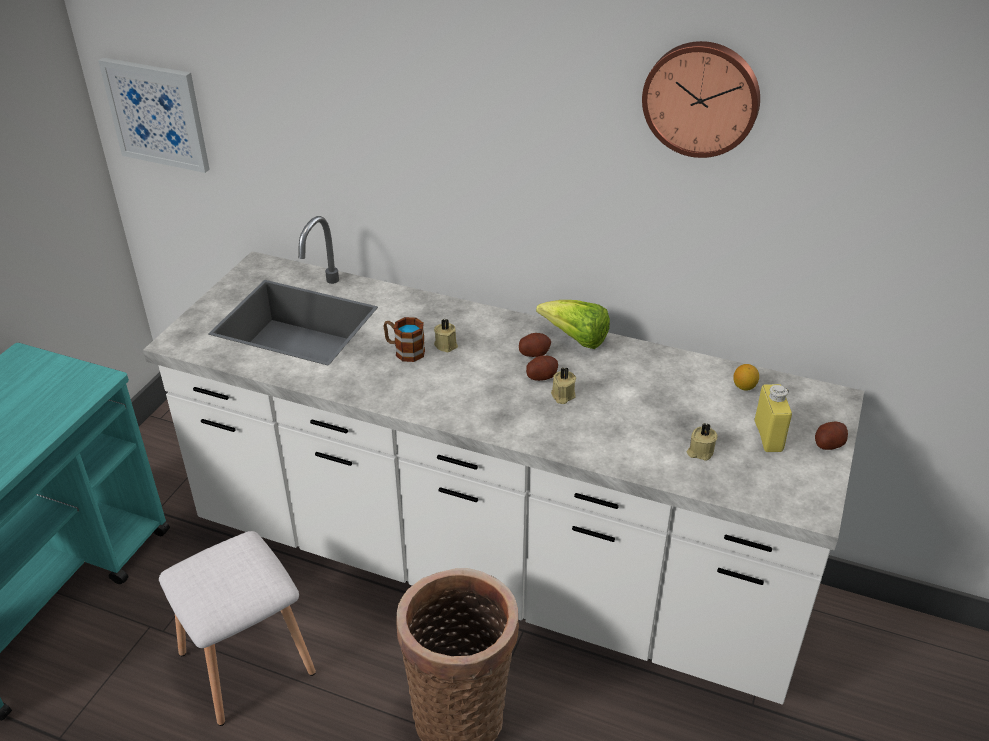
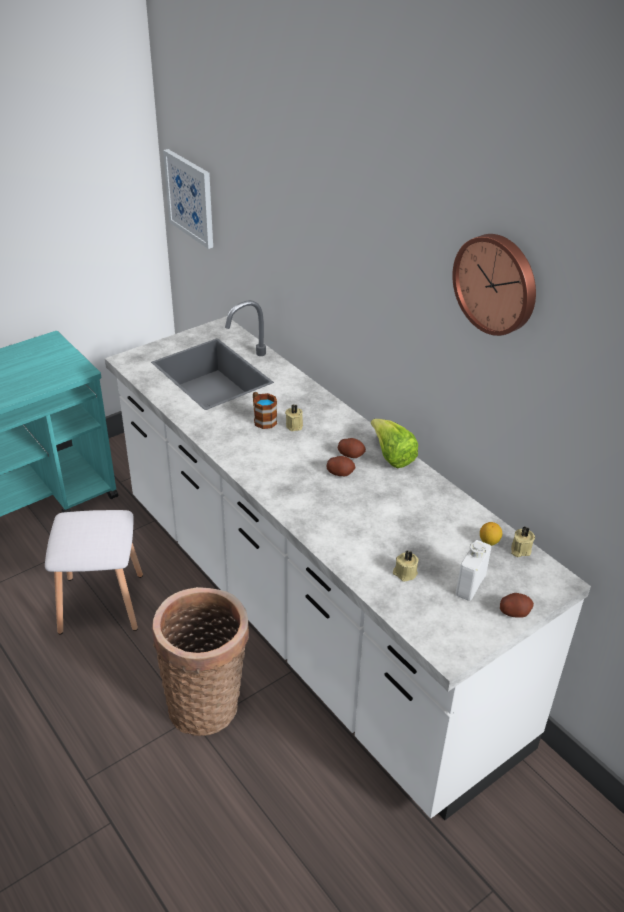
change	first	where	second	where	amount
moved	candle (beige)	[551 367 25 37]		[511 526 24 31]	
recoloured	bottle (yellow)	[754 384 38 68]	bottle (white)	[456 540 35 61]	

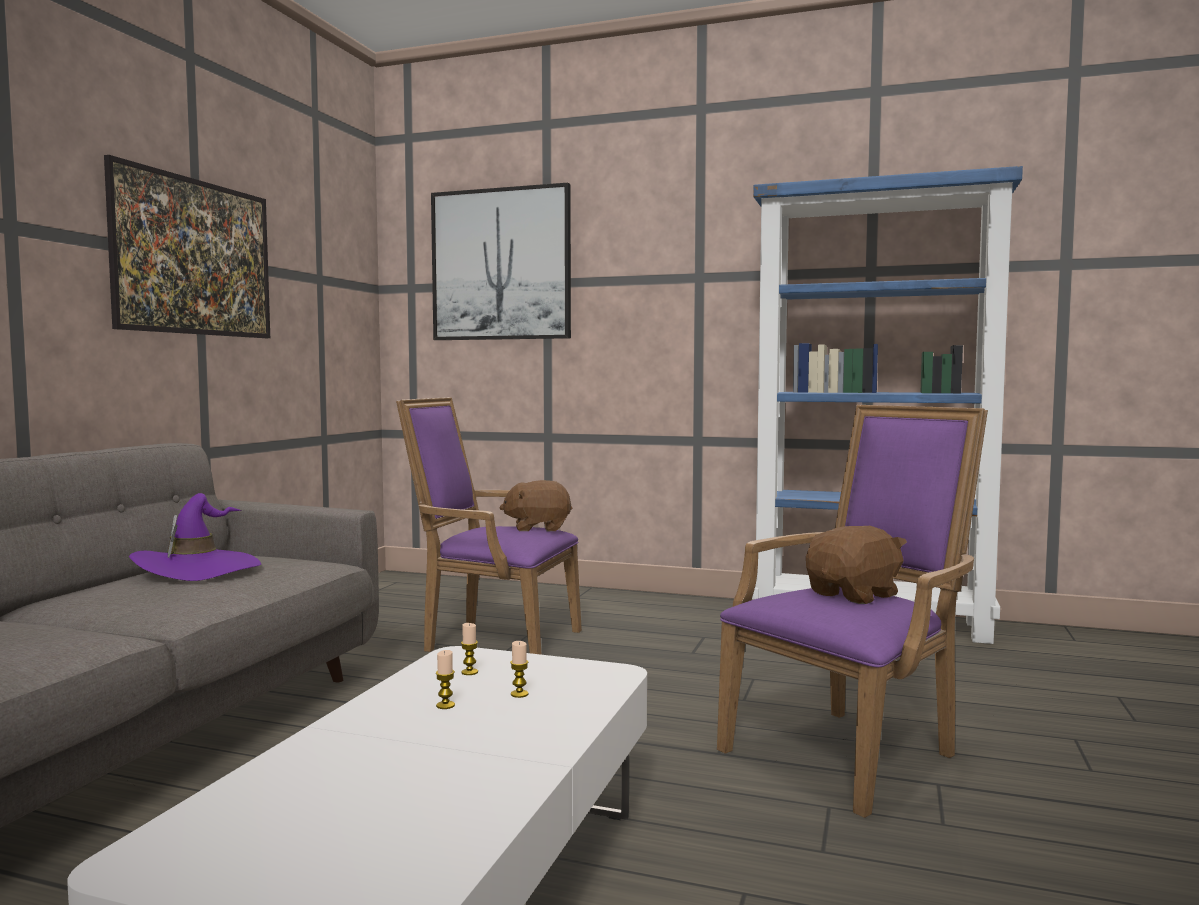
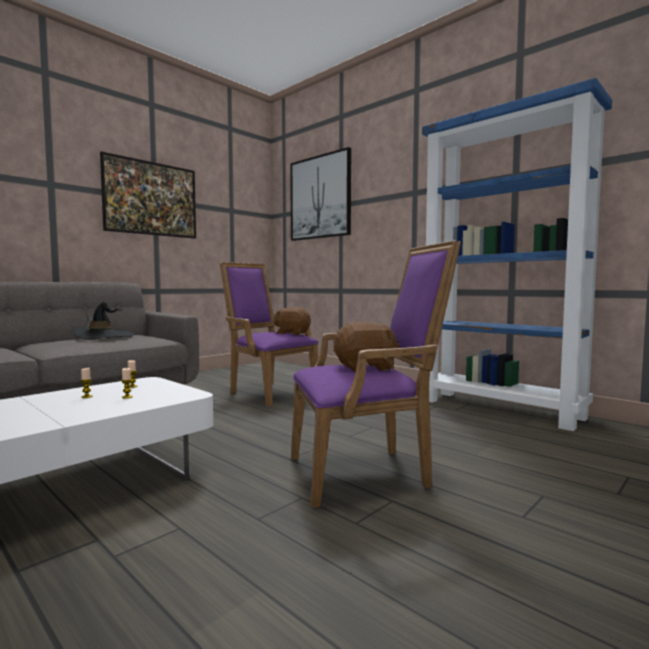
change	first	where	second	where	amount
recoloured	hat (purple)	[129 493 132 88]	hat (black)	[71 301 63 39]	

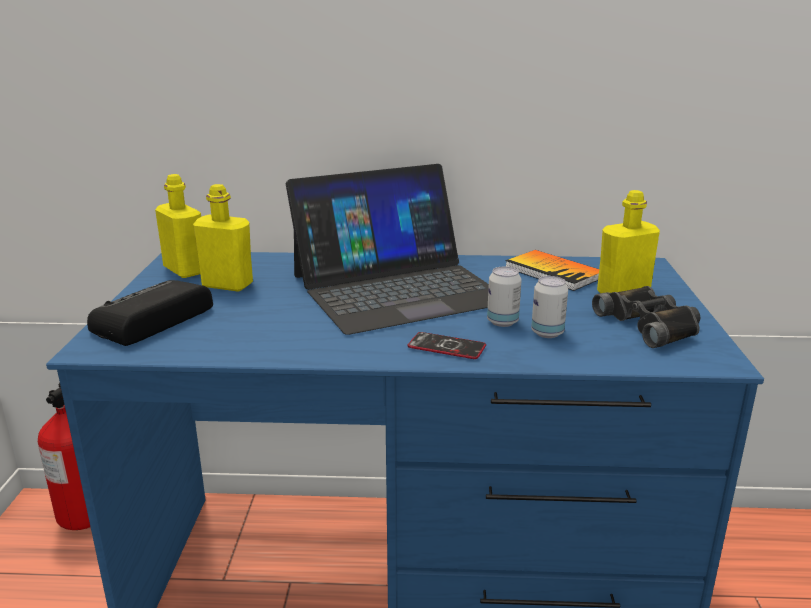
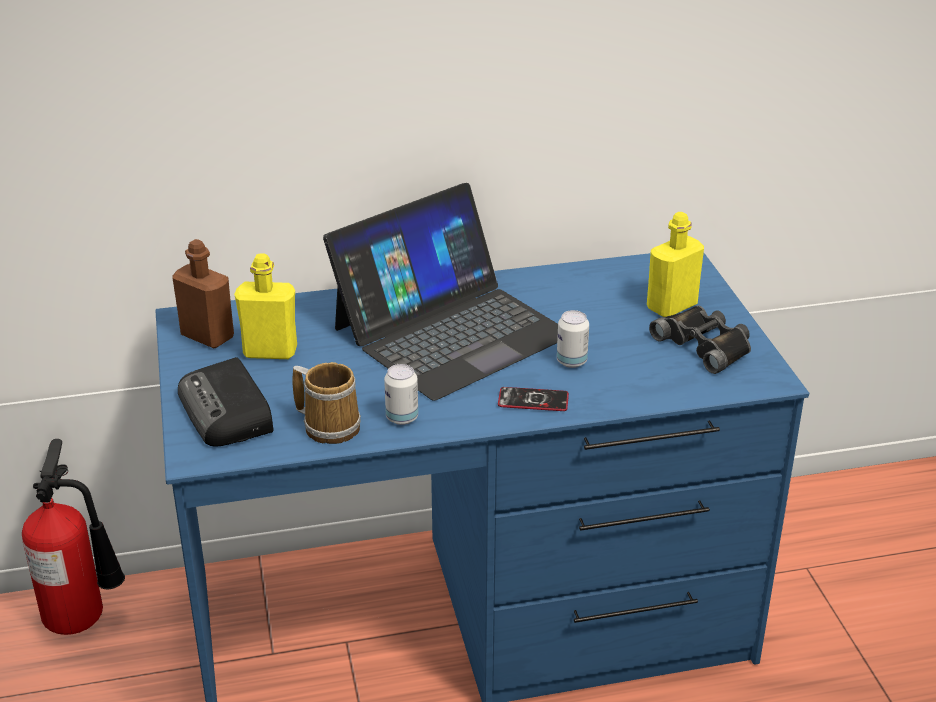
change	first	where	second	where	amount
recoloured	bottle (yellow)	[155 174 46 104]	bottle (brown)	[172 239 62 109]	
removed	book	[505 250 94 41]			
moved	can	[531 276 37 62]		[384 364 34 61]	
turned	radio	[87 280 126 66]		[178 357 95 90]	45 degrees counterclockwise
added			mug	[292 362 69 82]	

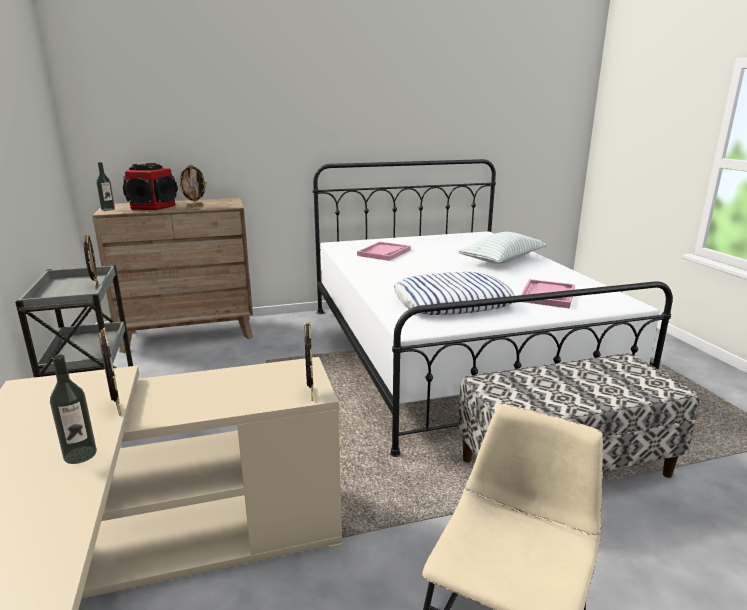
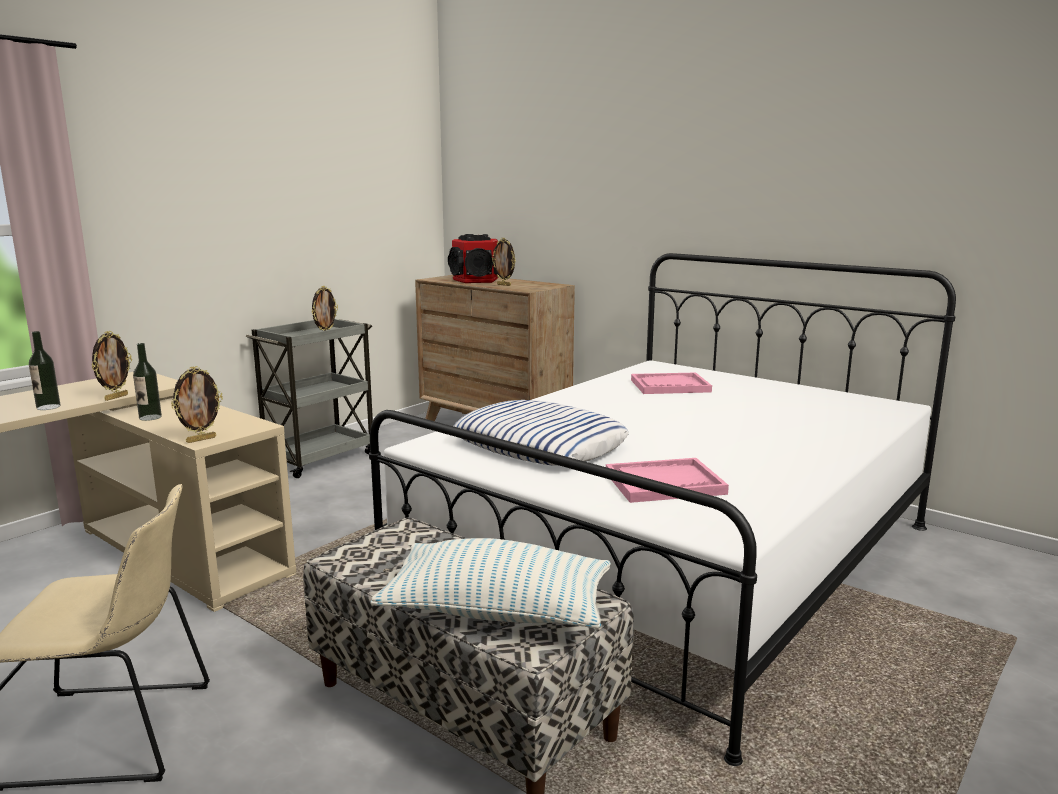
change	first	where	second	where	amount
moved	bottle	[96 162 19 49]		[133 343 29 78]	
moved	pillow	[458 232 89 32]		[371 538 240 91]	

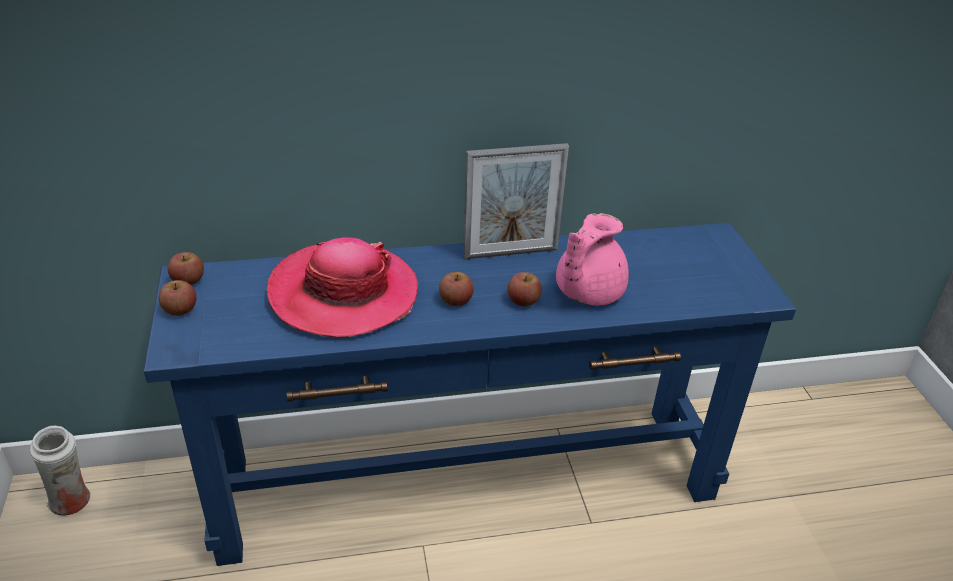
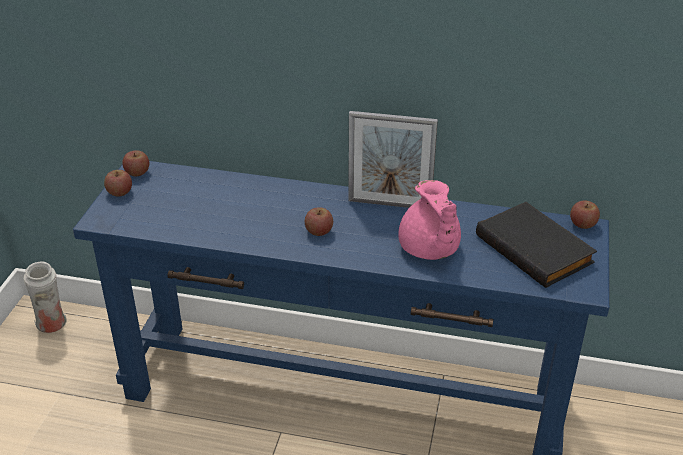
change	first	where	second	where	amount
turned	teapot (pink)	[556 213 73 93]		[398 180 63 80]	75 degrees counterclockwise
removed	hat	[267 237 151 101]			
moved	apple	[507 272 35 34]		[570 201 30 28]	
added			book (black)	[476 202 121 86]	

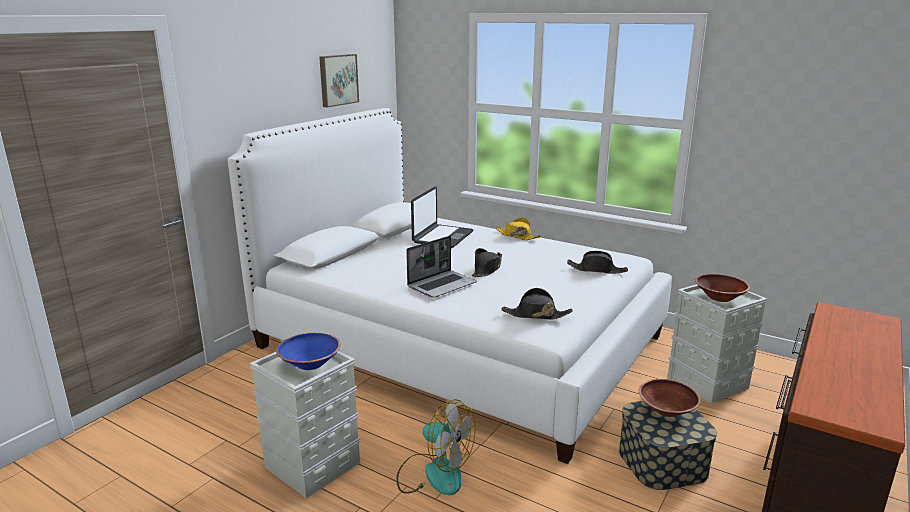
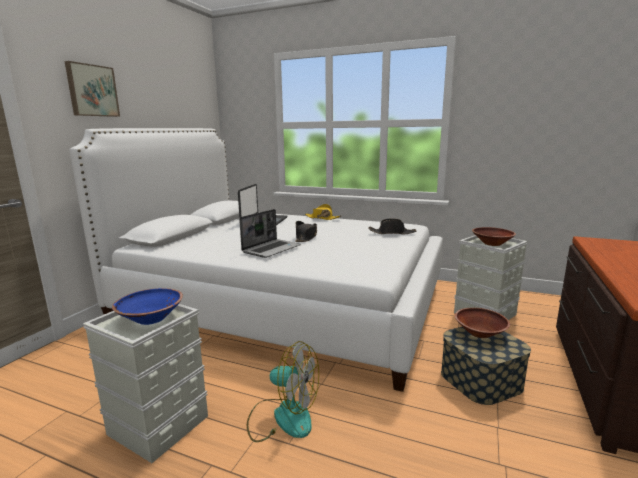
change	first	where	second	where	amount
moved	picture	[319 54 40 53]		[65 61 55 56]	
removed	hat (black)	[501 288 72 32]			

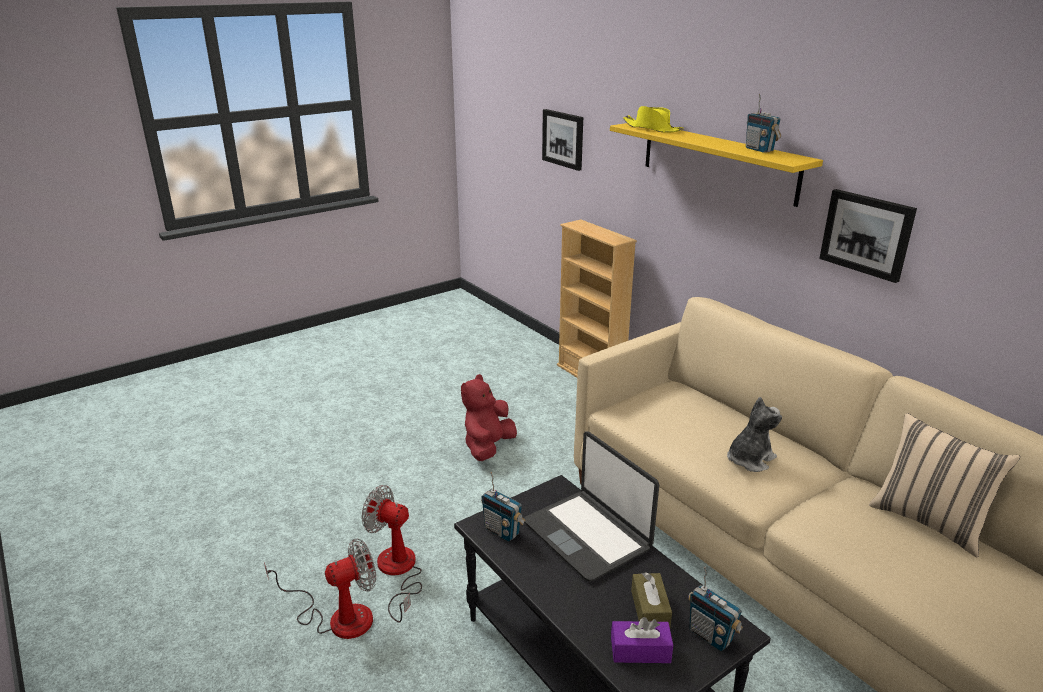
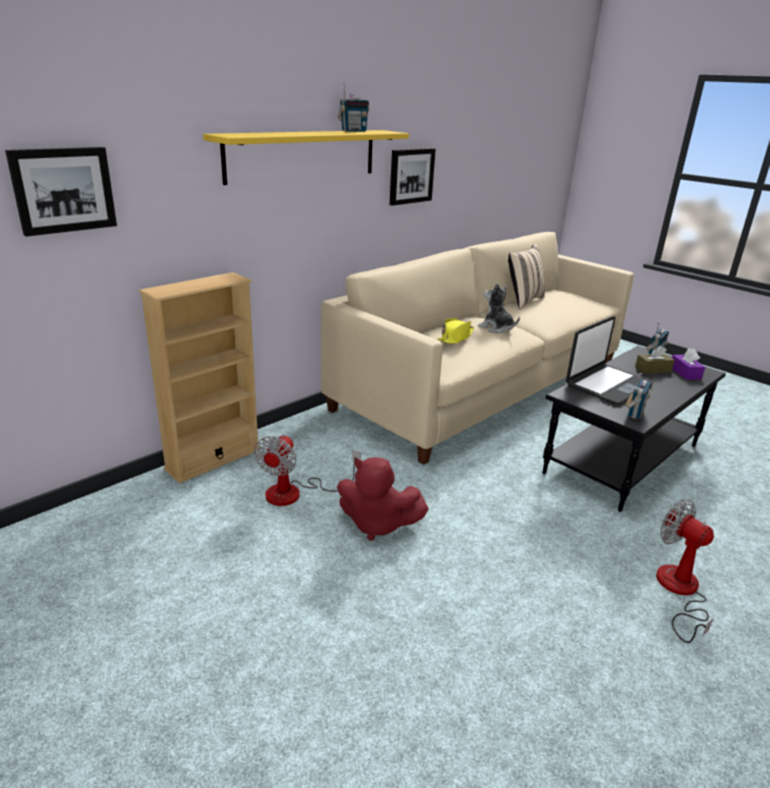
change	first	where	second	where	amount
moved	hat (yellow)	[623 106 61 27]		[437 318 37 26]	
moved	fan	[361 485 61 138]		[254 434 107 72]	

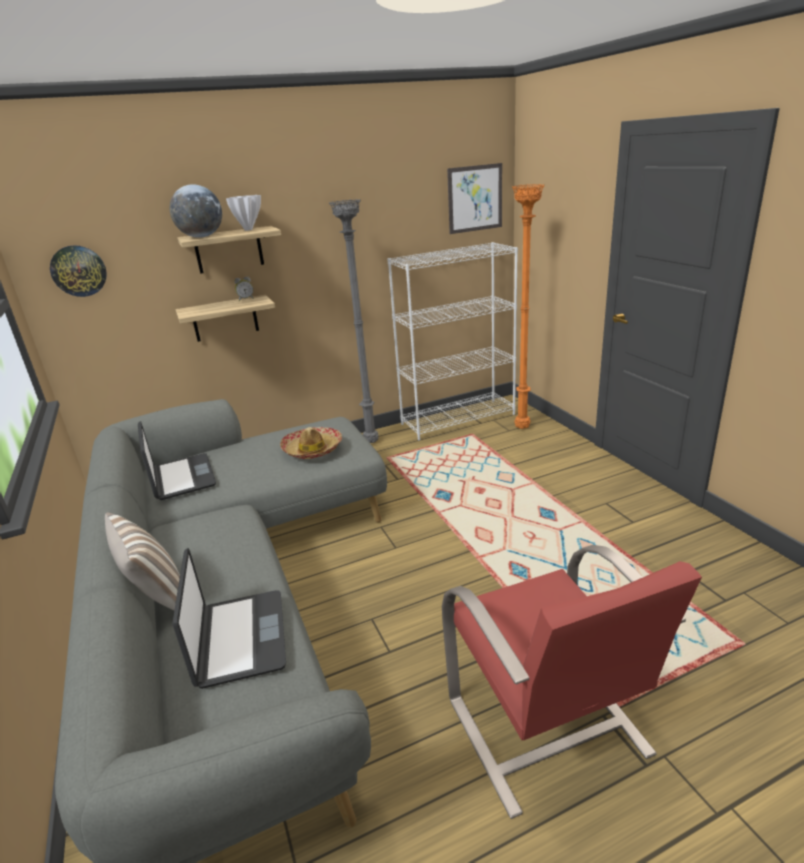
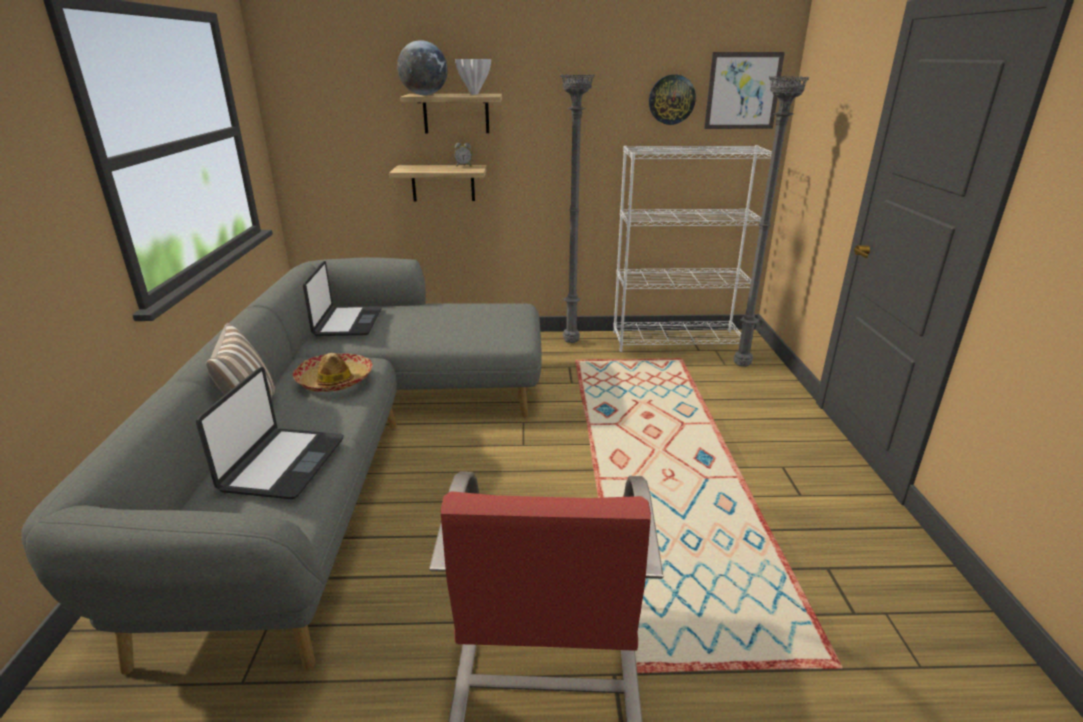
change	first	where	second	where	amount
recoloured	floor lamp (orange)	[512 184 32 245]	floor lamp (grey)	[734 76 76 291]	
moved	wall clock	[50 245 57 52]		[649 75 47 50]	
moved	hat	[280 427 62 32]		[293 353 80 39]	

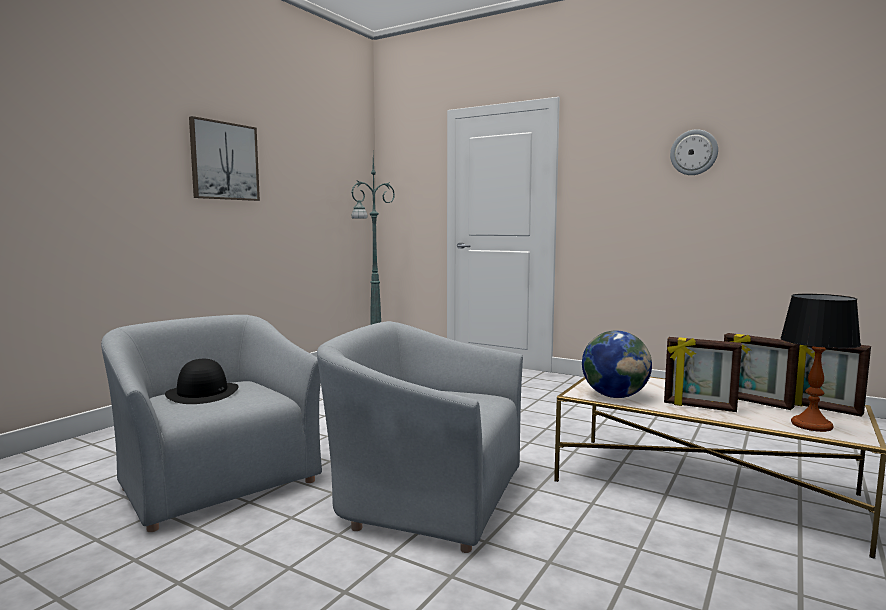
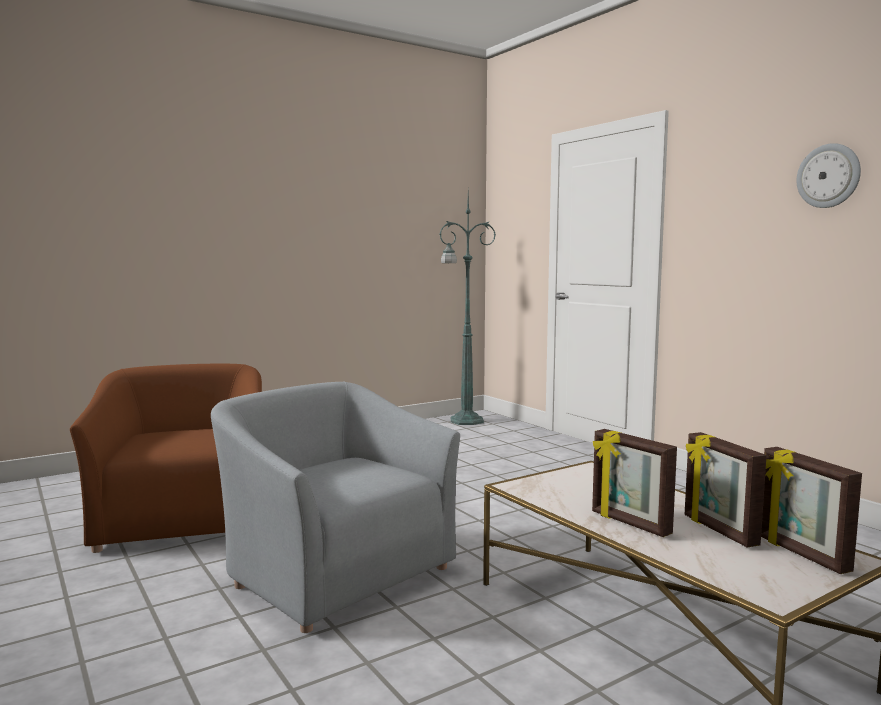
change	first	where	second	where	amount
removed	picture	[189 116 71 85]			
removed	table lamp	[780 294 81 138]			
recoloured	armchair (grey)	[101 315 221 217]	armchair (brown)	[70 364 192 189]	
removed	globe	[582 331 70 67]			
removed	hat (black)	[165 359 73 45]			

